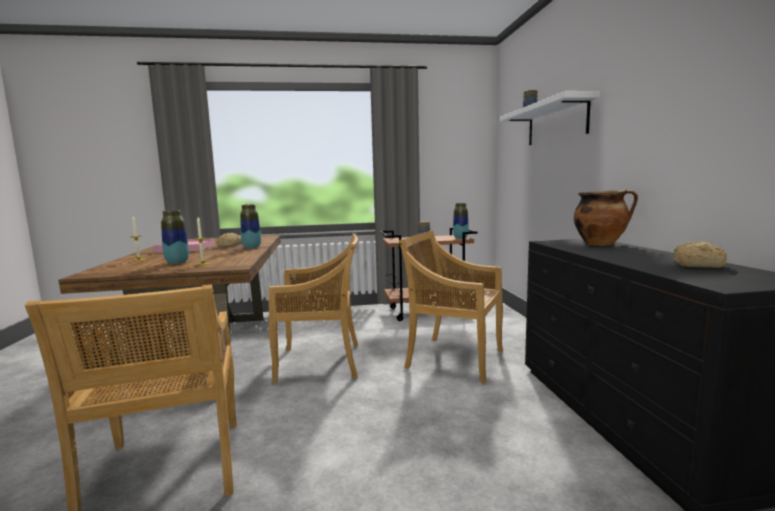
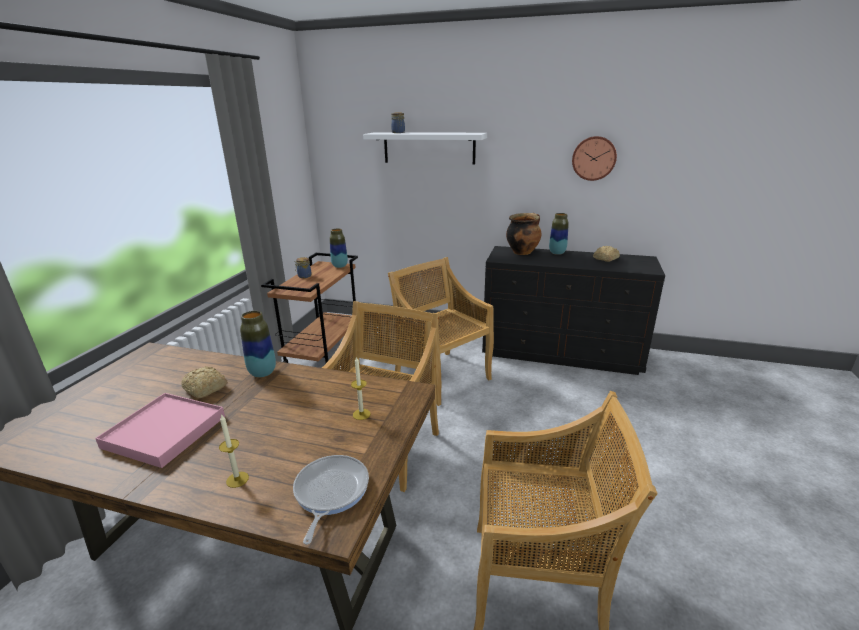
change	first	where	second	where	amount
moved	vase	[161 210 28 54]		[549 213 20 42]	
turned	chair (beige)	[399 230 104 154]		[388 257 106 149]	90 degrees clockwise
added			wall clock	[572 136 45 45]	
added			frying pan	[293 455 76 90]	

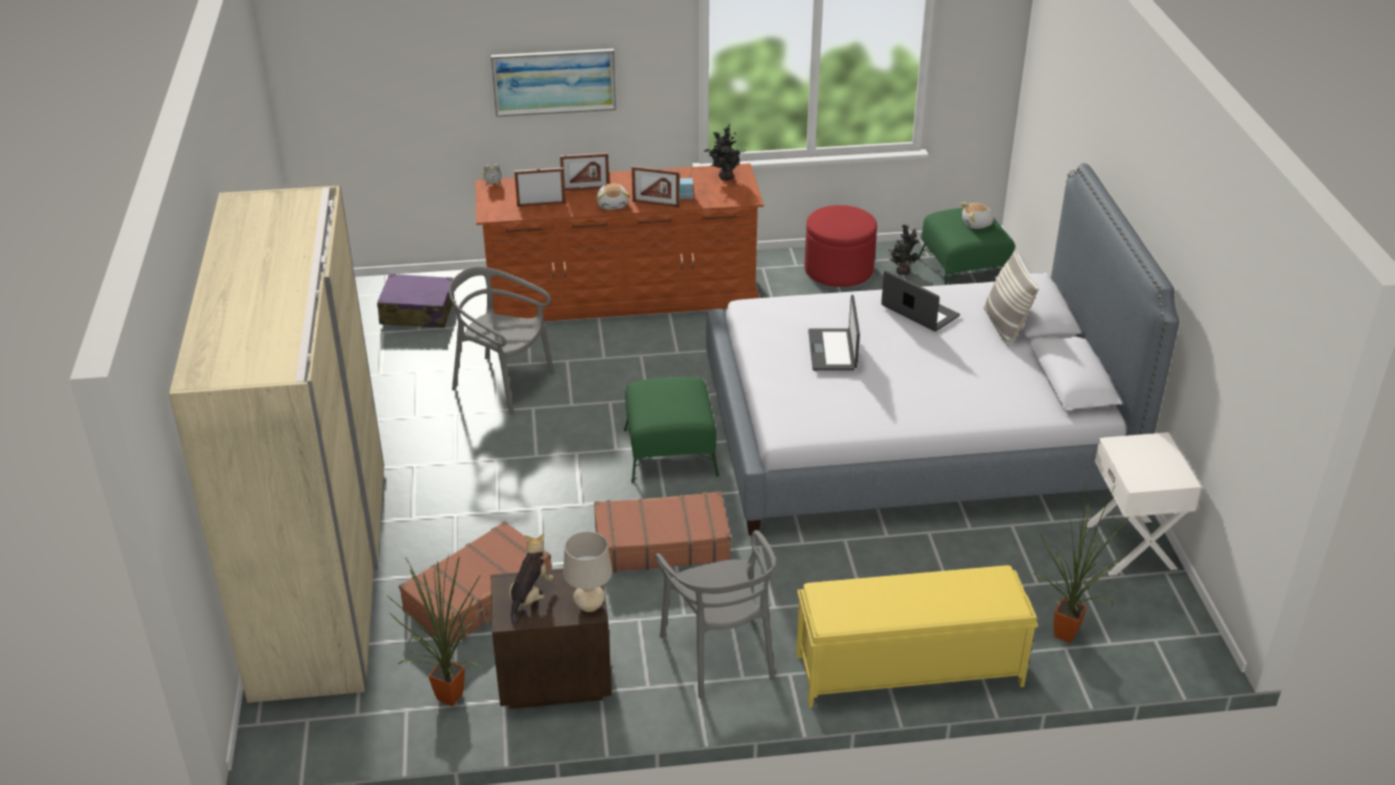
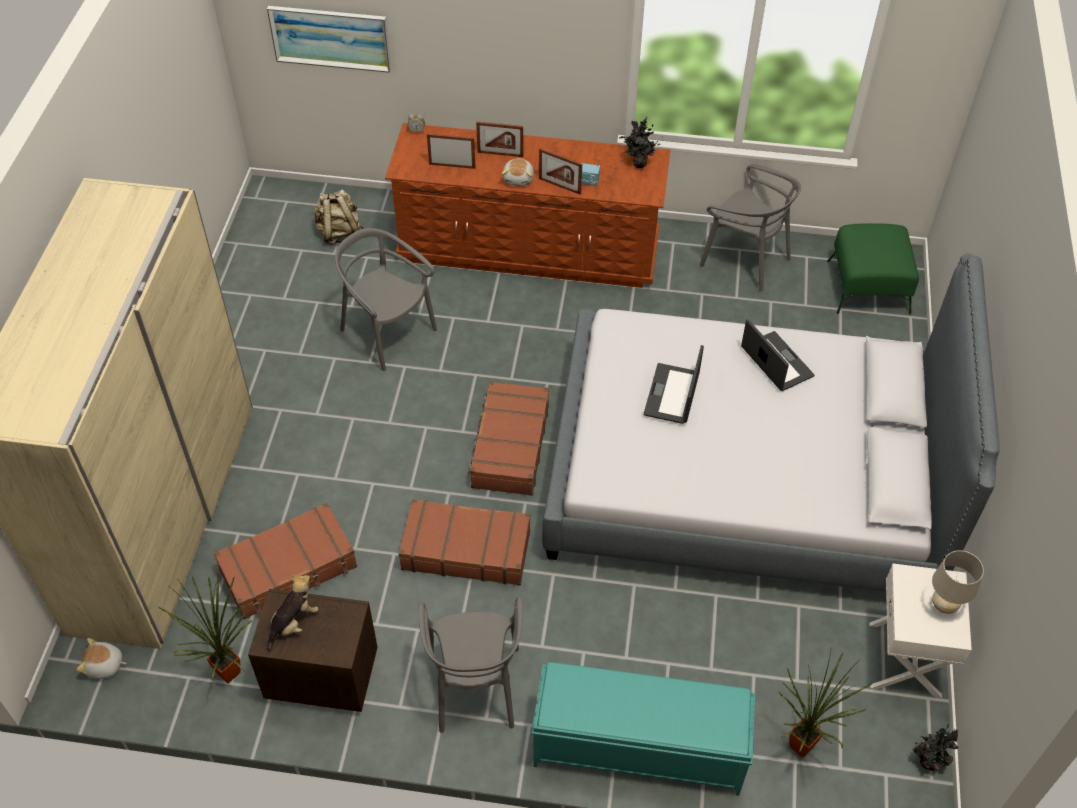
change	first	where	second	where	amount
moved	picture	[491 49 125 68]		[267 6 124 67]	
moved	plush toy	[961 203 36 26]		[77 638 50 41]	
replaced	ottoman (red)	[804 205 73 82]	chair (grey)	[700 164 101 127]	
moved	potted plant	[889 225 30 50]		[912 723 46 48]	
removed	pillow	[984 250 55 96]			
replaced	suitcase (purple)	[377 274 77 54]	backpack (beige)	[314 189 50 56]	
replaced	ottoman (green)	[624 377 95 107]	suitcase (brown)	[467 381 82 115]	
moved	table lamp (beige)	[563 531 49 81]		[932 550 52 64]	
recoloured	bench (yellow)	[796 565 242 143]	bench (turquoise)	[531 662 224 134]	

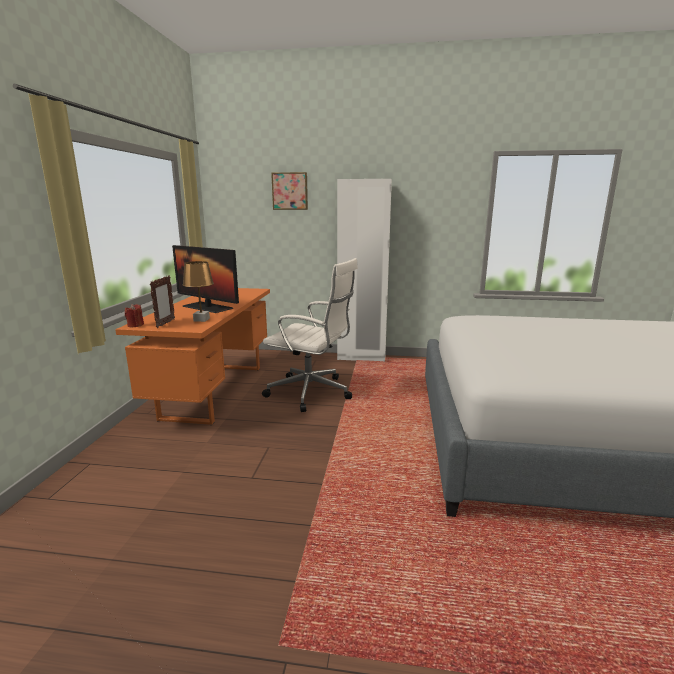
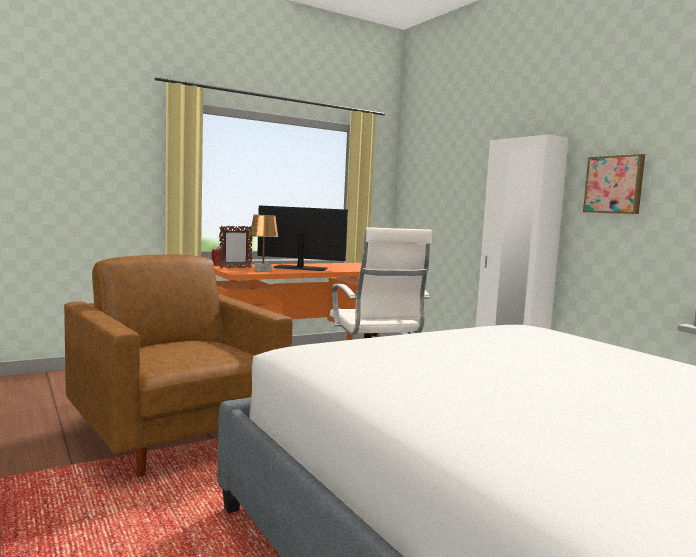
change	first	where	second	where	amount
moved	picture	[271 172 37 38]		[583 154 62 60]	
turned	monitor	[172 245 67 68]		[257 205 91 66]	105 degrees clockwise
added			armchair (brown)	[64 254 228 223]	

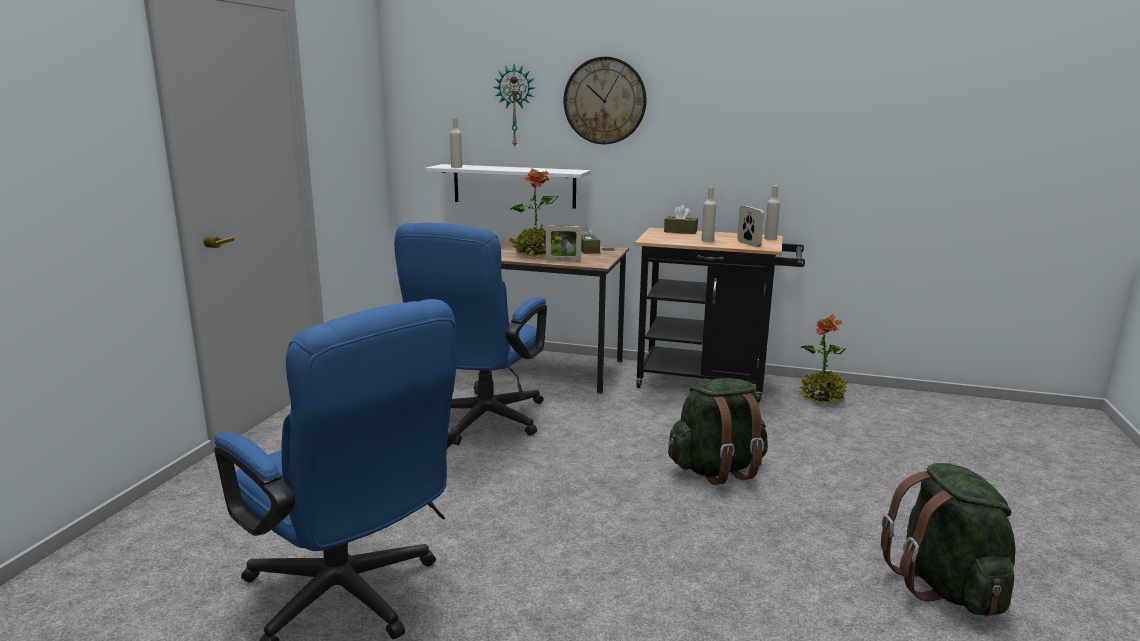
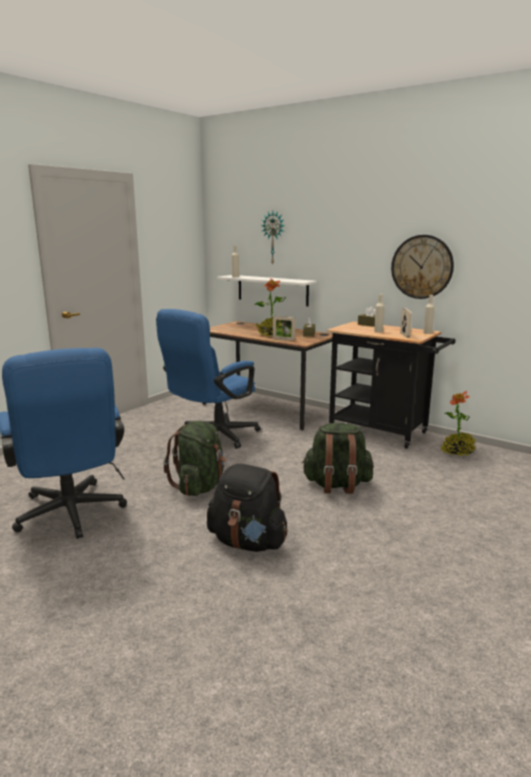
change	first	where	second	where	amount
moved	wall clock	[564 57 83 87]		[391 235 63 64]	
moved	backpack (green)	[881 463 134 153]		[164 421 63 75]	
added			backpack (black)	[207 464 81 88]	

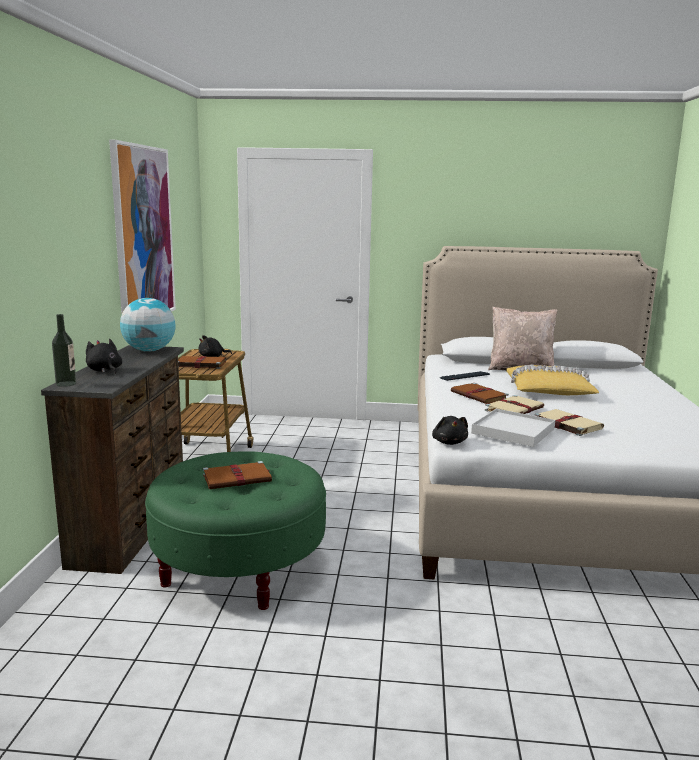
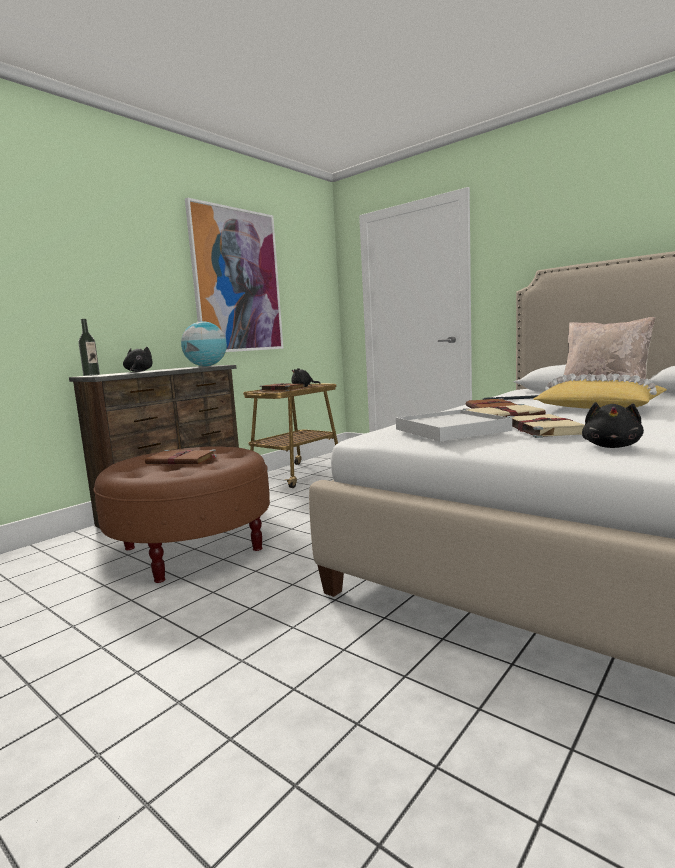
change	first	where	second	where	amount
moved	plush toy (black)	[432 416 36 29]		[582 402 62 46]	
recoloured	ottoman (green)	[145 451 181 159]	ottoman (brown)	[93 446 177 137]	

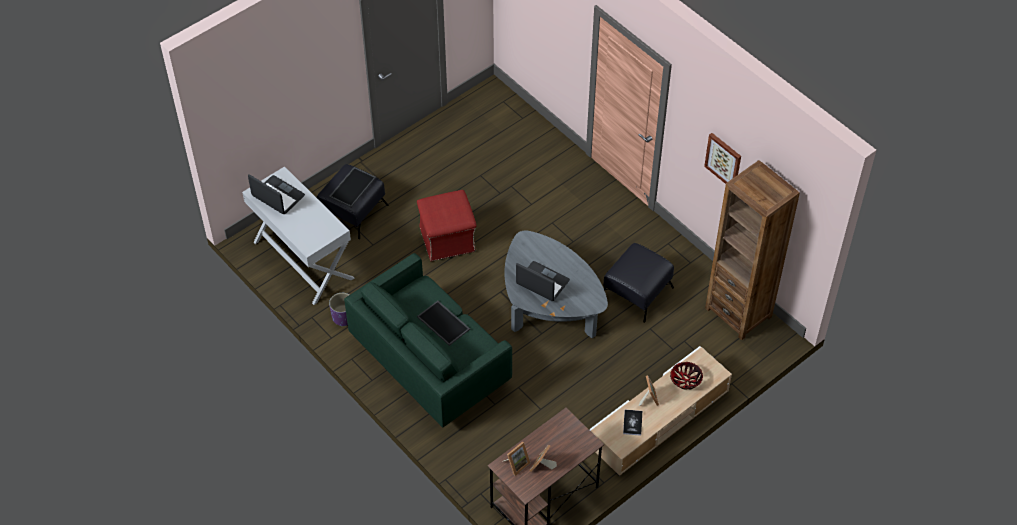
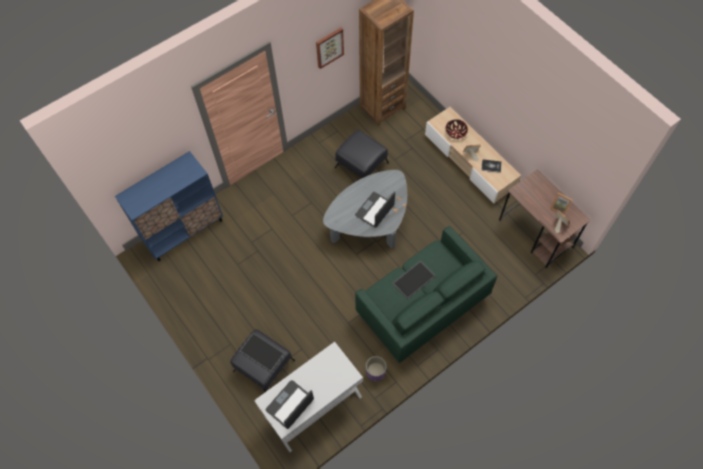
change	first	where	second	where	amount
removed	ottoman (red)	[417 190 60 71]			
added			cabinet (blue)	[115 151 108 110]	

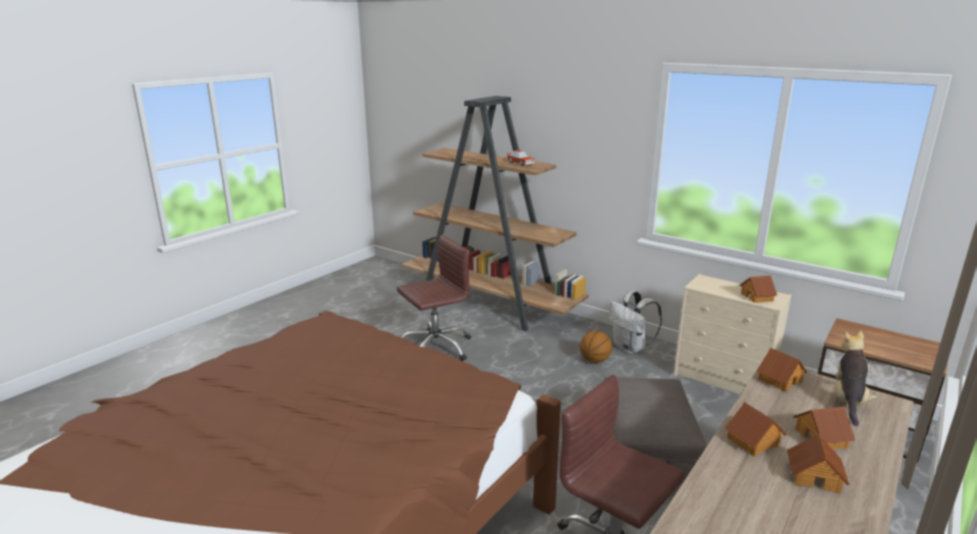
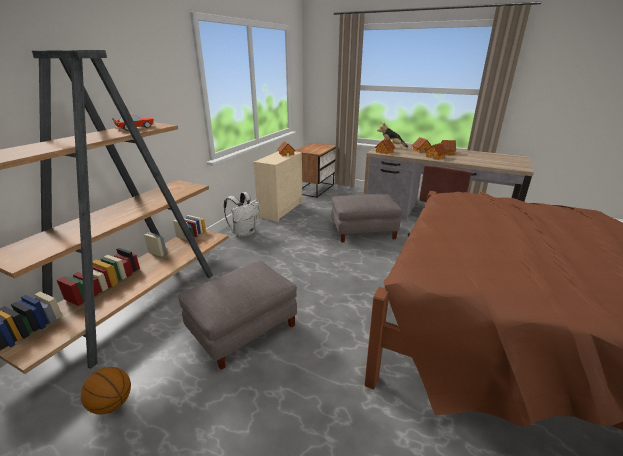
change	first	where	second	where	amount
replaced	office chair (brown)	[397 235 74 126]	ottoman (grey)	[178 261 119 109]	
moved	basketball	[580 331 32 32]		[81 367 50 48]	

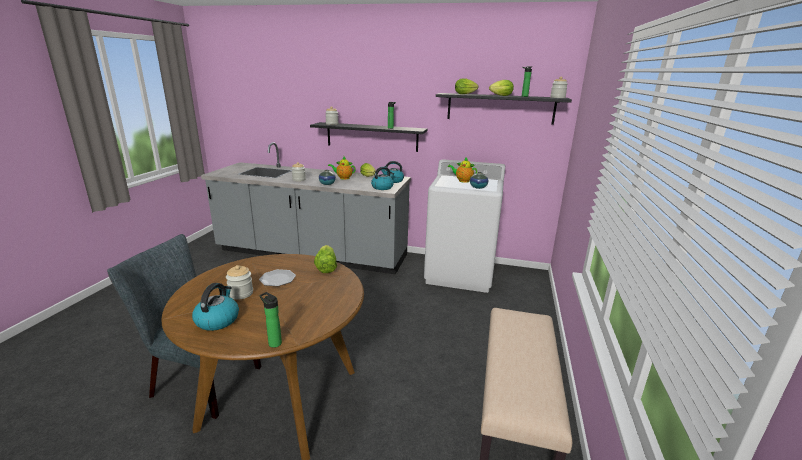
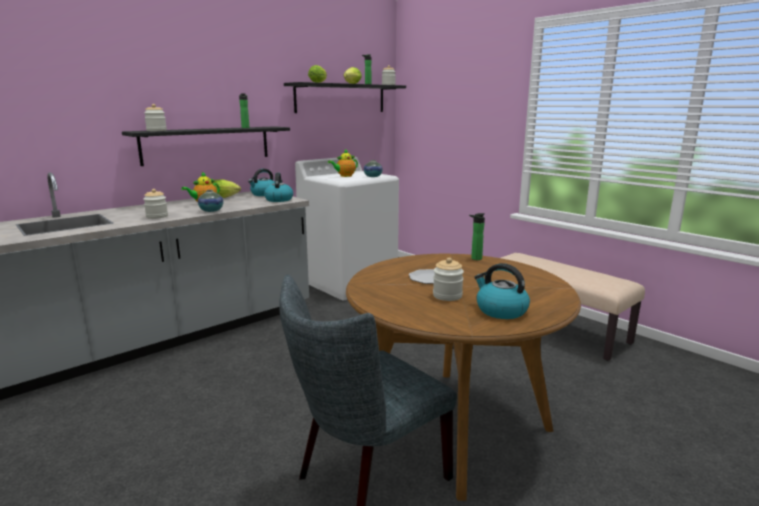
change	first	where	second	where	amount
removed	lettuce	[314 245 23 28]			
moved	bottle	[259 292 23 56]		[469 213 16 47]	

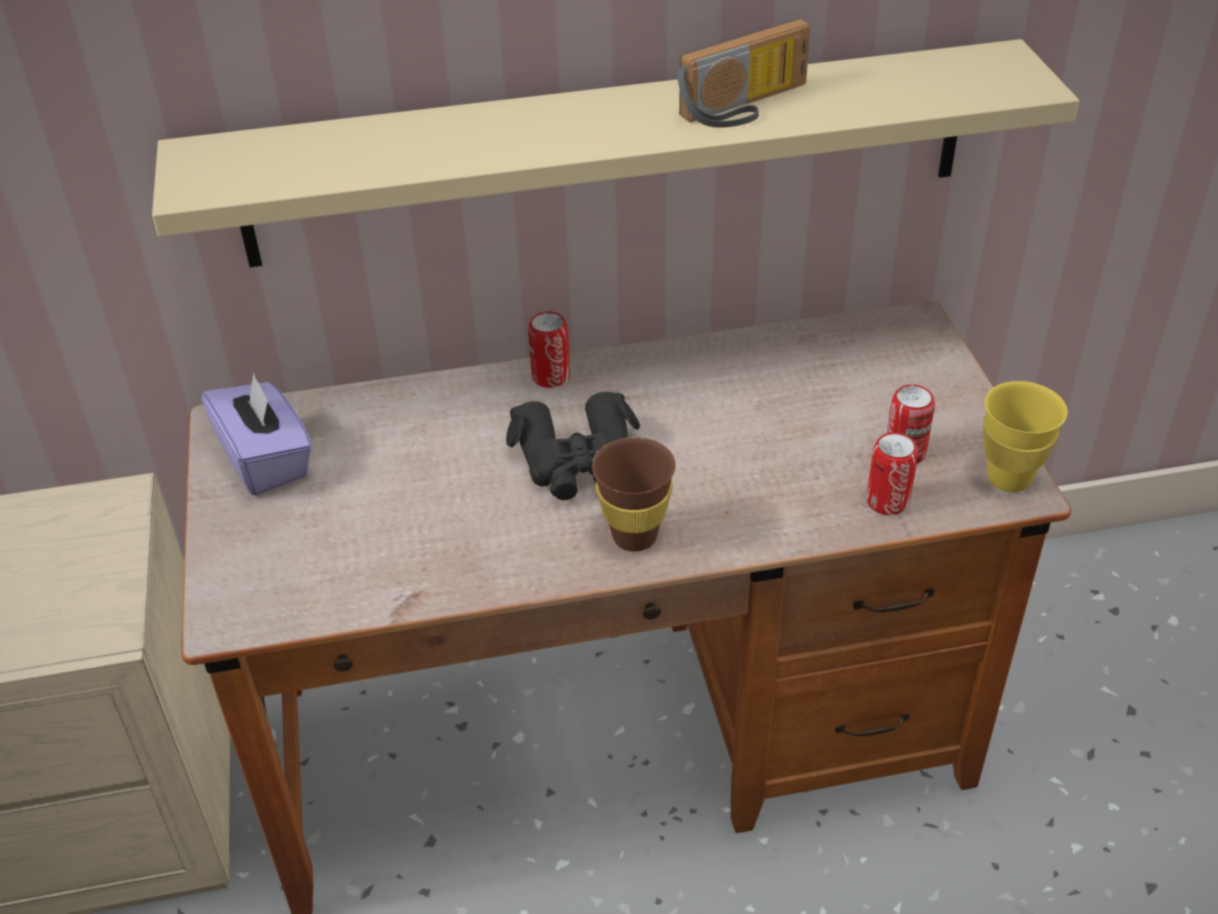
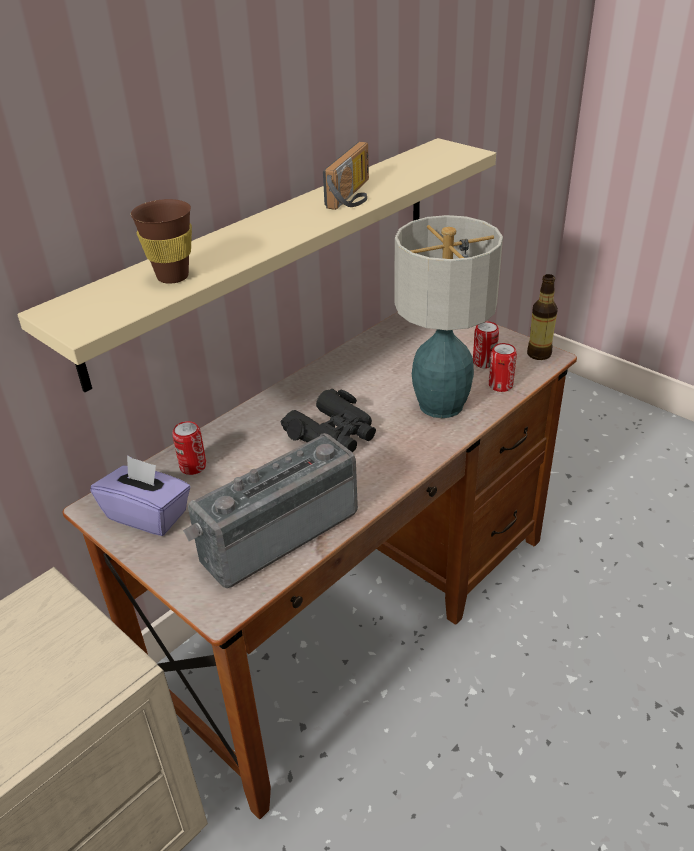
change	first	where	second	where	amount
moved	can	[528 311 42 77]		[172 421 34 54]	
replaced	cup (yellow)	[983 381 85 111]	bottle	[527 274 31 86]	
moved	cup (brown)	[592 437 84 115]		[131 199 61 85]	
added			table lamp	[395 215 108 203]	
added			radio	[183 433 175 155]	

